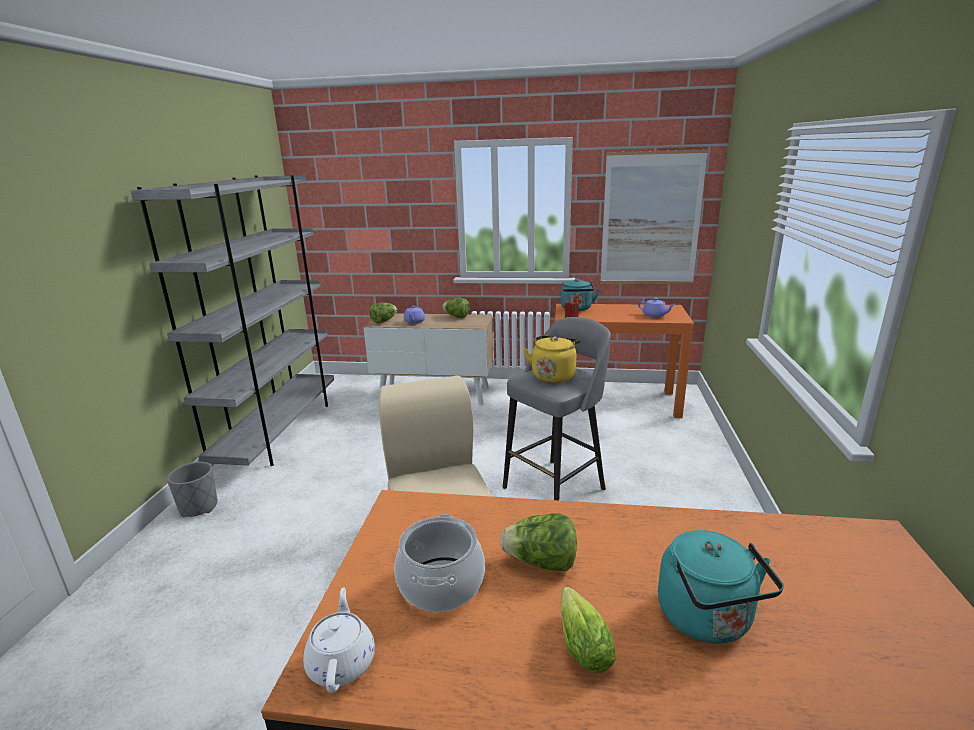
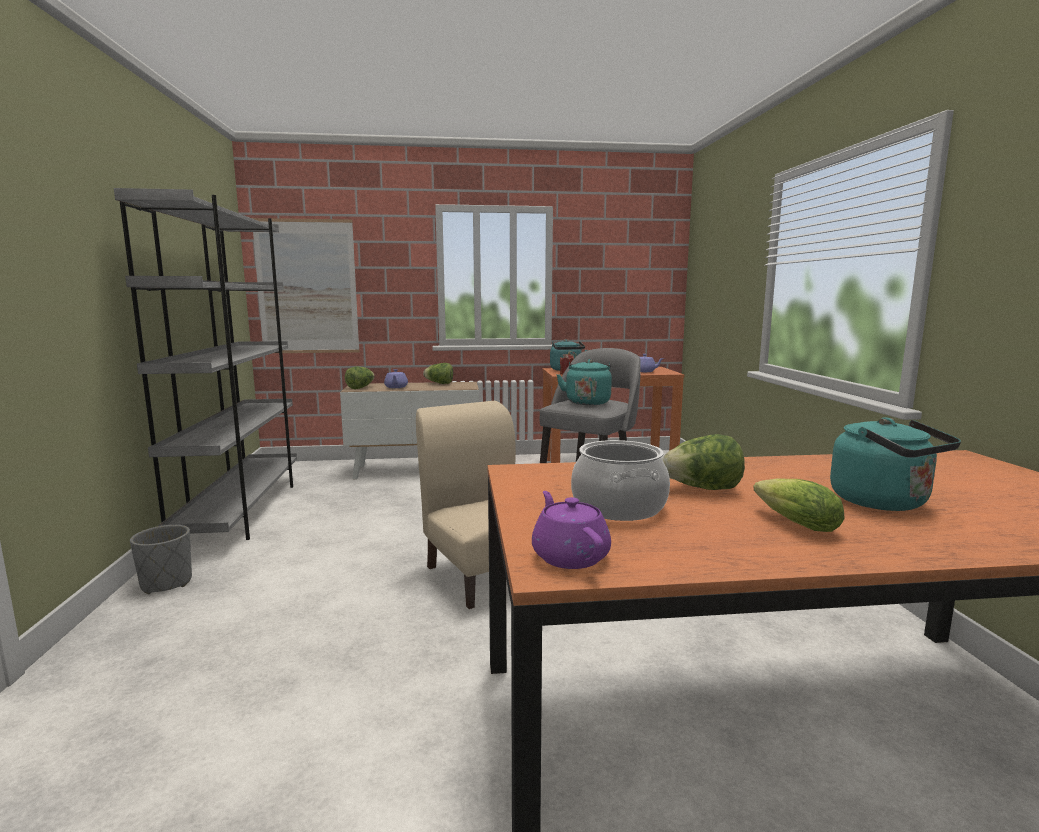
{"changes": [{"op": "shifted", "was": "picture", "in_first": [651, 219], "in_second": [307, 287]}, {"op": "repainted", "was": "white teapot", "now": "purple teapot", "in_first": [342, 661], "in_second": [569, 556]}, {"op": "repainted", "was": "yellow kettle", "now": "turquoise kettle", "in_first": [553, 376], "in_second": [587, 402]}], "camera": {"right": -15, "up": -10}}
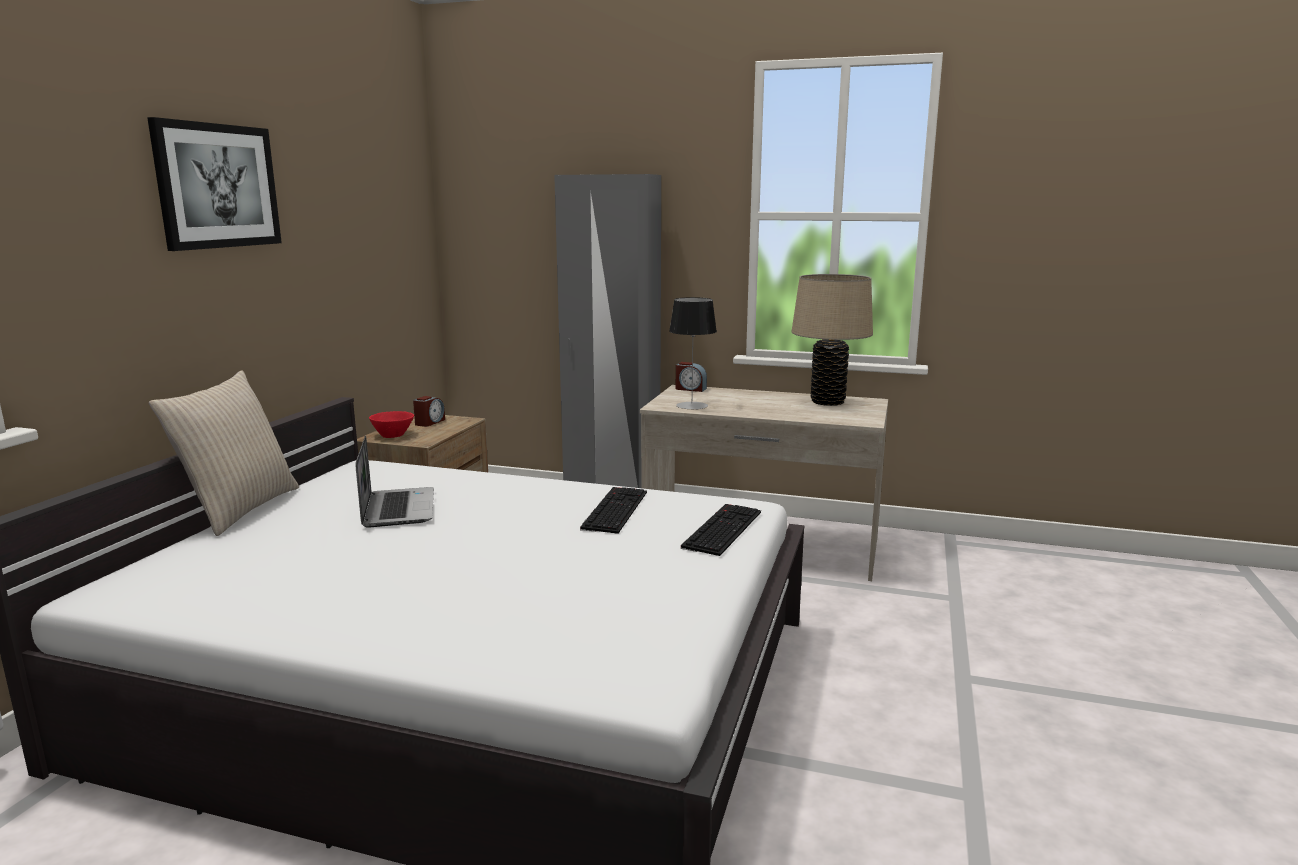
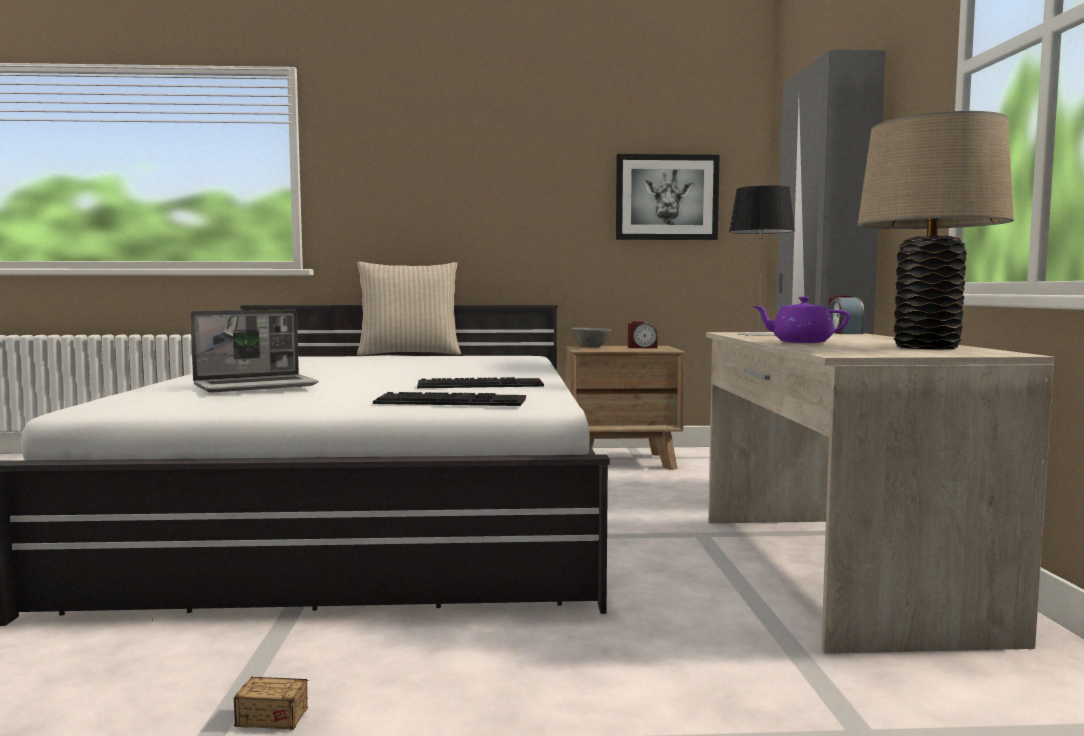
{"changes": [{"op": "new", "now": "storage box", "in_second": [233, 717]}, {"op": "new", "now": "purple teapot", "in_second": [800, 342]}, {"op": "shifted", "was": "picture", "in_first": [217, 186], "in_second": [666, 197]}, {"op": "shifted", "was": "laptop", "in_first": [397, 509], "in_second": [257, 386]}, {"op": "repainted", "was": "red bowl", "now": "grey bowl", "in_first": [394, 435], "in_second": [591, 347]}], "camera": {"right": 70, "up": -10}}
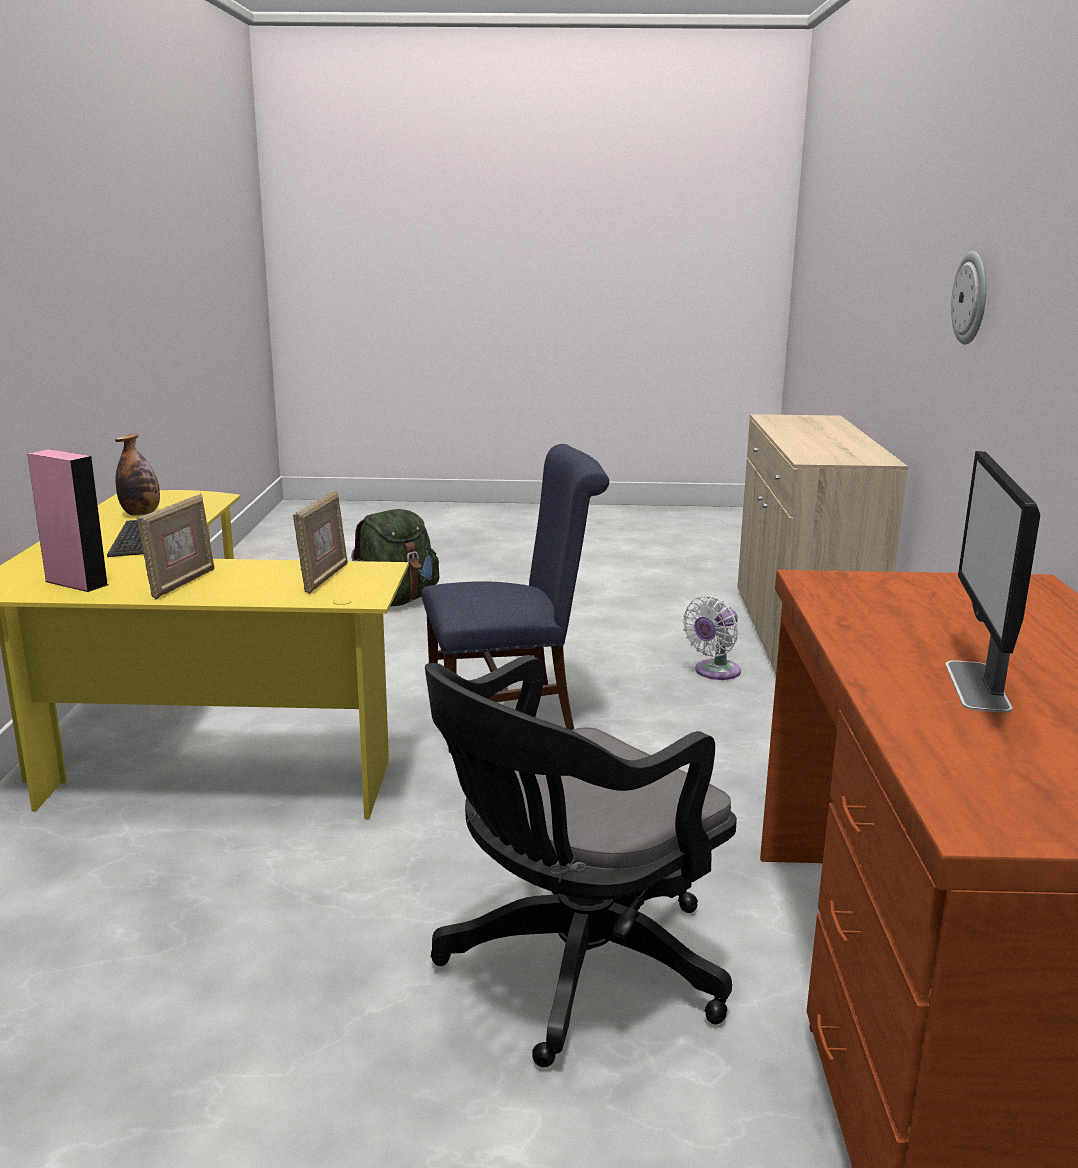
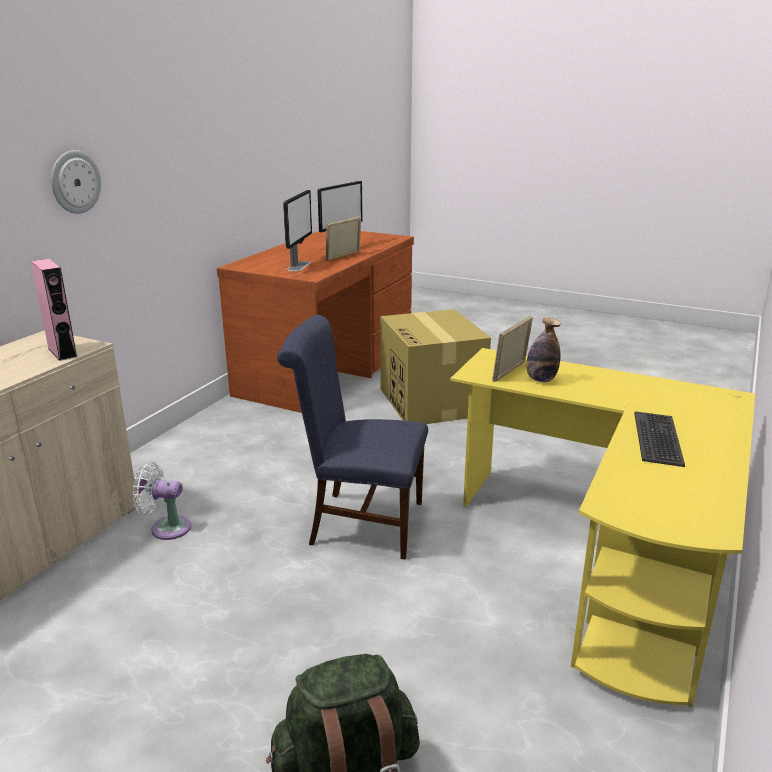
{"changes": [{"op": "new", "now": "monitor", "in_second": [299, 266]}, {"op": "shifted", "was": "pink speaker", "in_first": [76, 583], "in_second": [62, 352]}, {"op": "shifted", "was": "bottle", "in_first": [141, 514], "in_second": [541, 379]}, {"op": "shifted", "was": "picture frame", "in_first": [181, 583], "in_second": [344, 257]}, {"op": "swapped", "was": "black office chair", "now": "cardboard box", "in_first": [572, 970], "in_second": [432, 402]}, {"op": "rotated", "was": "white fan", "in_first": [714, 672], "in_second": [166, 528], "clockwise": -150}], "camera": {"right": -155, "up": 5}}
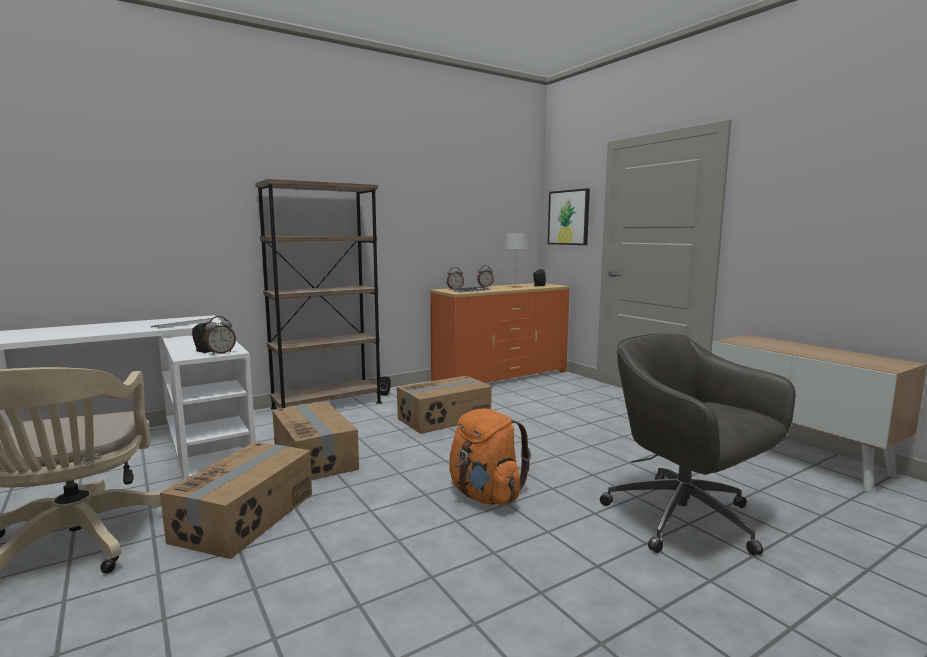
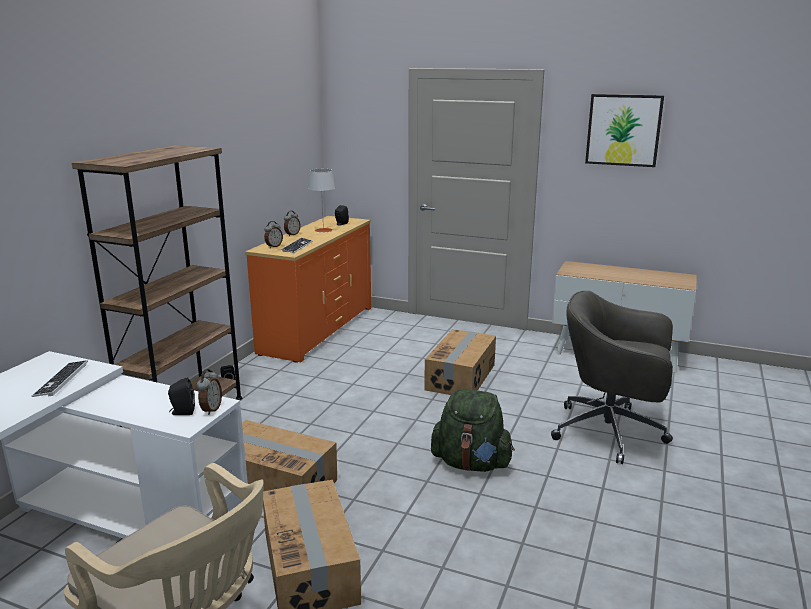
{"changes": [{"op": "shifted", "was": "cardboard box", "in_first": [445, 418], "in_second": [461, 377]}, {"op": "shifted", "was": "picture", "in_first": [568, 217], "in_second": [623, 130]}, {"op": "repainted", "was": "orange backpack", "now": "green backpack", "in_first": [485, 495], "in_second": [471, 463]}], "camera": {"right": -35, "up": 10}}
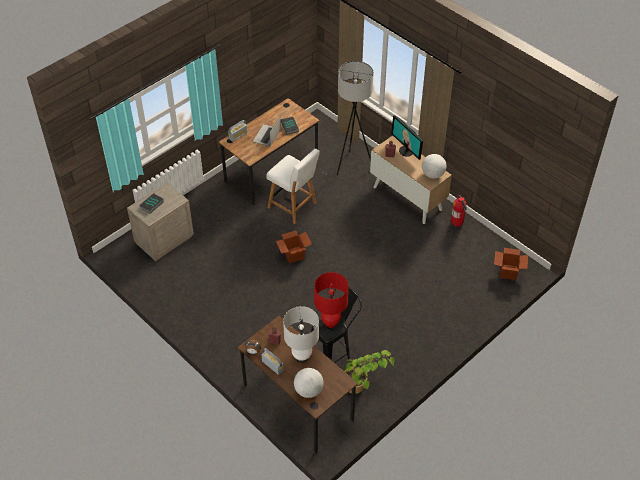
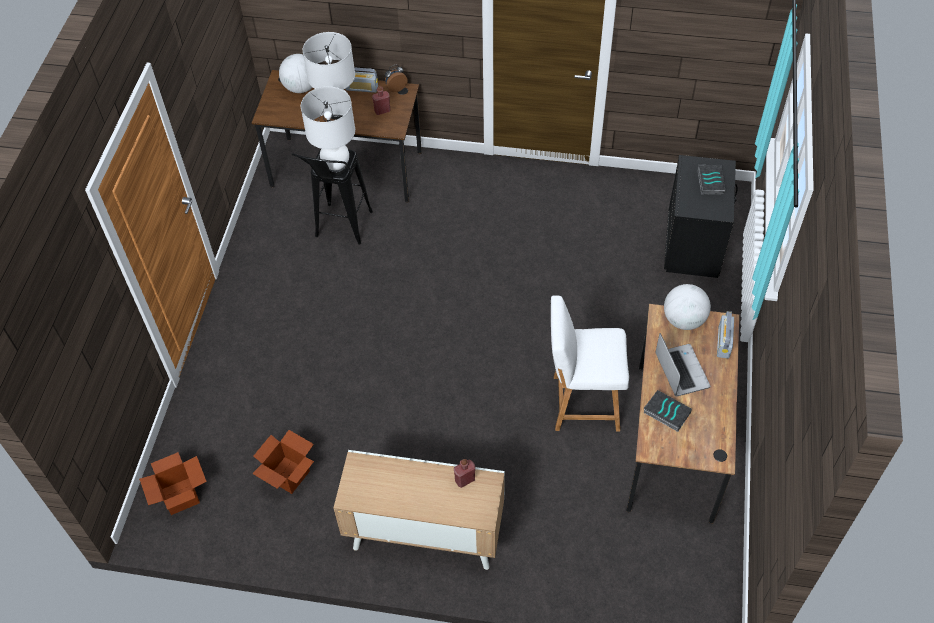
{"changes": [{"op": "gone", "was": "grey floor lamp", "in_first": [351, 167]}, {"op": "gone", "was": "potted plant", "in_first": [364, 385]}, {"op": "gone", "was": "monitor", "in_first": [406, 151]}, {"op": "gone", "was": "fire extinguisher", "in_first": [457, 224]}, {"op": "shifted", "was": "cardboard box", "in_first": [294, 255], "in_second": [288, 475]}, {"op": "shifted", "was": "globe", "in_first": [433, 174], "in_second": [683, 320]}, {"op": "repainted", "was": "beige nightstand", "now": "black nightstand", "in_first": [164, 239], "in_second": [694, 245]}, {"op": "repainted", "was": "red table lamp", "now": "white table lamp", "in_first": [330, 322], "in_second": [336, 167]}], "camera": {"right": 145, "up": 5}}
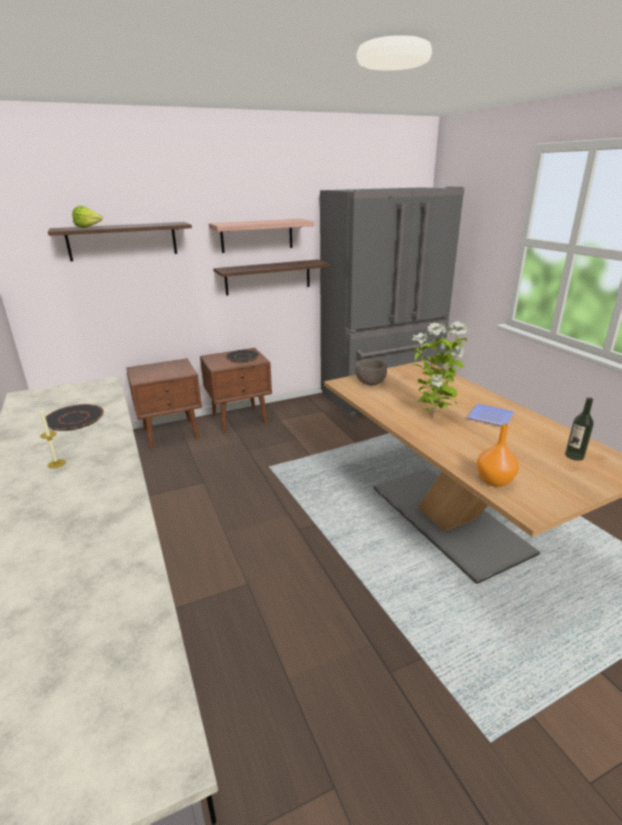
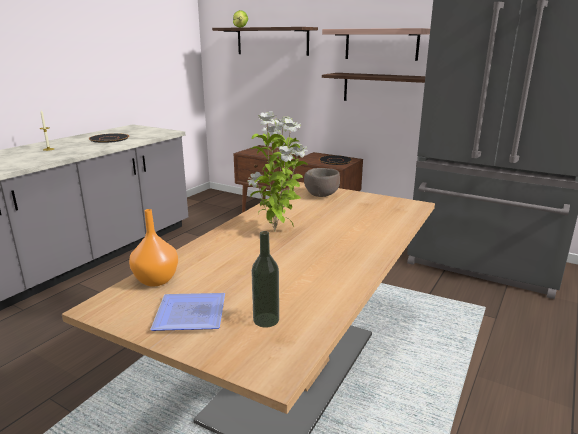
{"changes": [{"op": "shifted", "was": "plate", "in_first": [489, 416], "in_second": [193, 313]}], "camera": {"right": 55, "up": -5}}
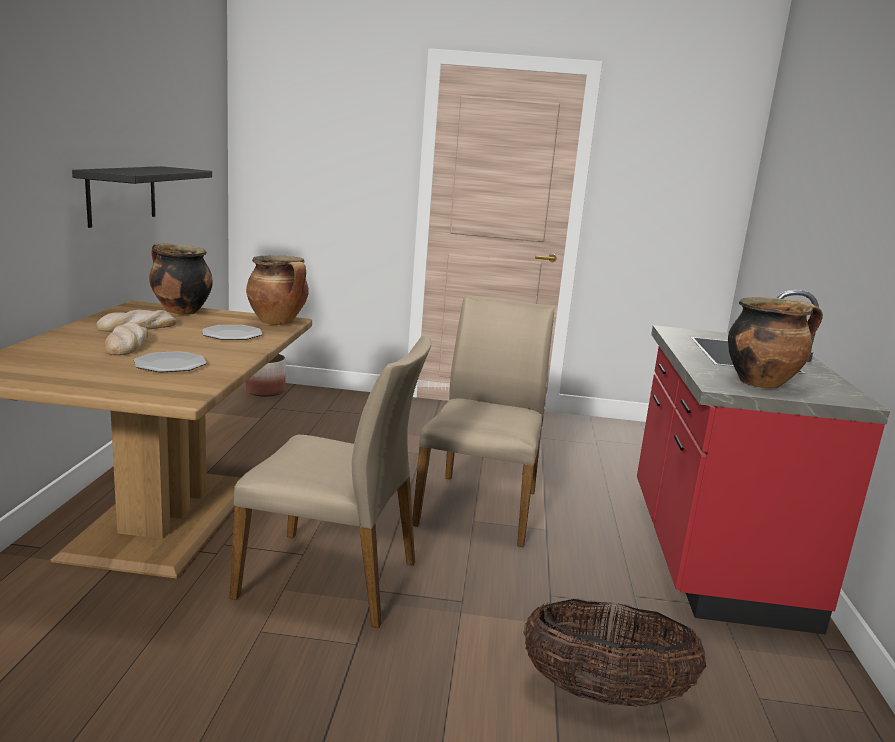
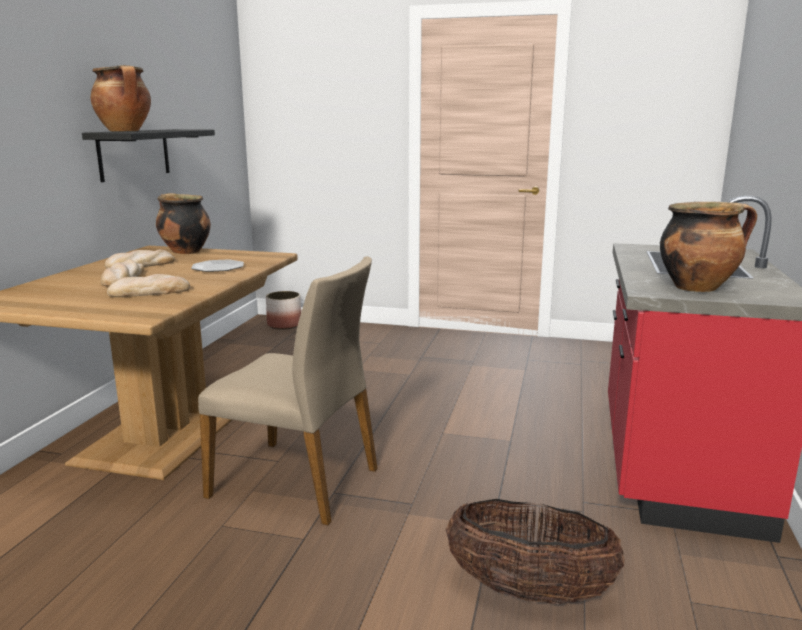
{"changes": [{"op": "gone", "was": "beige chair", "in_first": [479, 507]}, {"op": "shifted", "was": "cooking pot", "in_first": [278, 322], "in_second": [126, 131]}, {"op": "swapped", "was": "plate", "now": "bread", "in_first": [170, 364], "in_second": [149, 292]}], "camera": {"right": 10, "up": 0}}
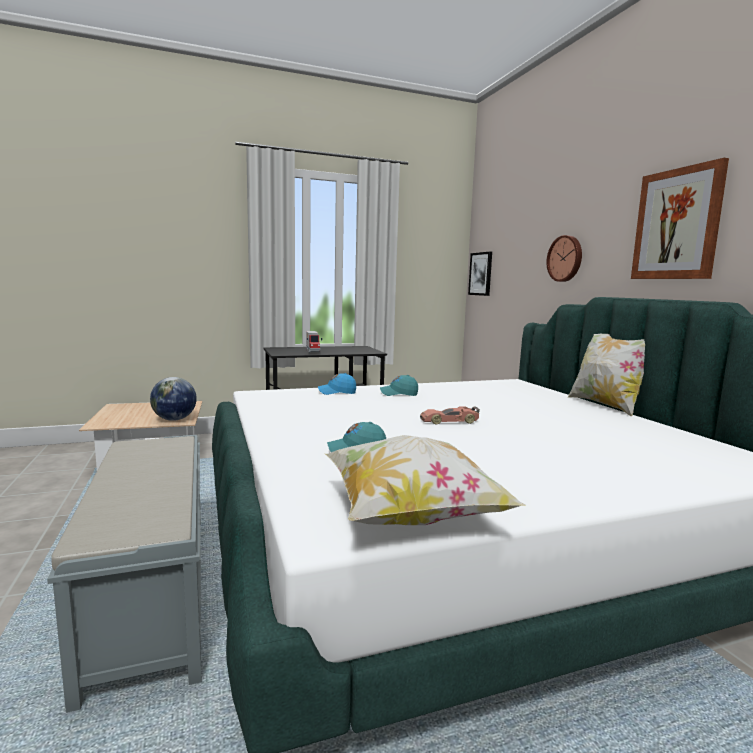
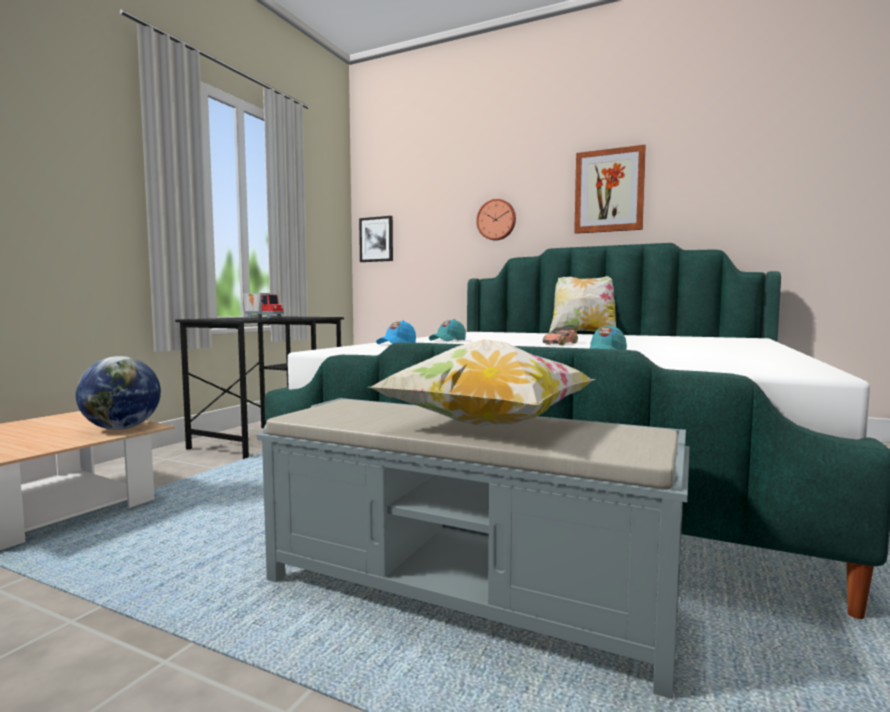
{"changes": [{"op": "shifted", "was": "pillow", "in_first": [411, 515], "in_second": [486, 426]}], "camera": {"right": -45, "up": -5}}
